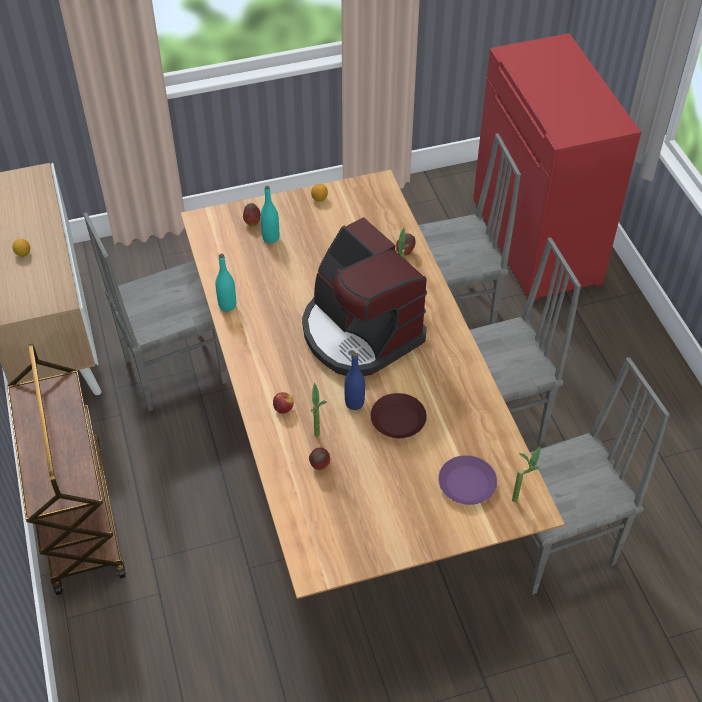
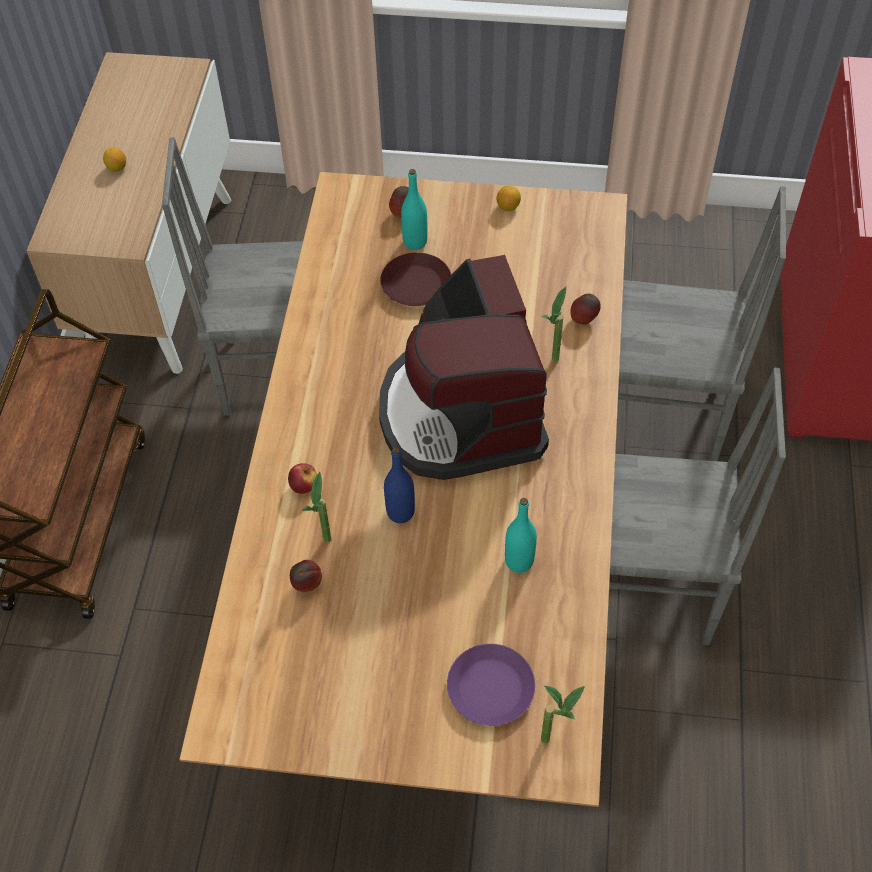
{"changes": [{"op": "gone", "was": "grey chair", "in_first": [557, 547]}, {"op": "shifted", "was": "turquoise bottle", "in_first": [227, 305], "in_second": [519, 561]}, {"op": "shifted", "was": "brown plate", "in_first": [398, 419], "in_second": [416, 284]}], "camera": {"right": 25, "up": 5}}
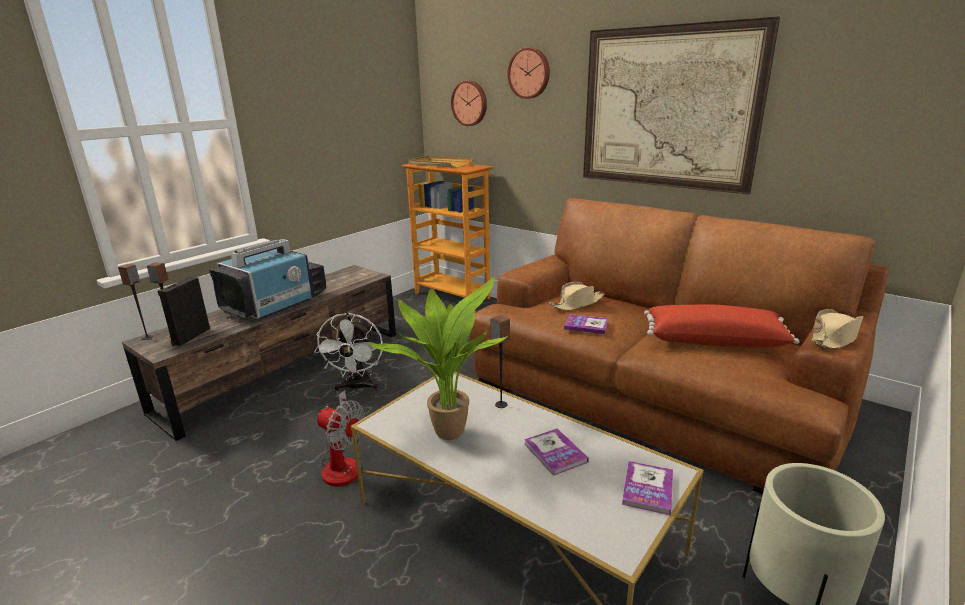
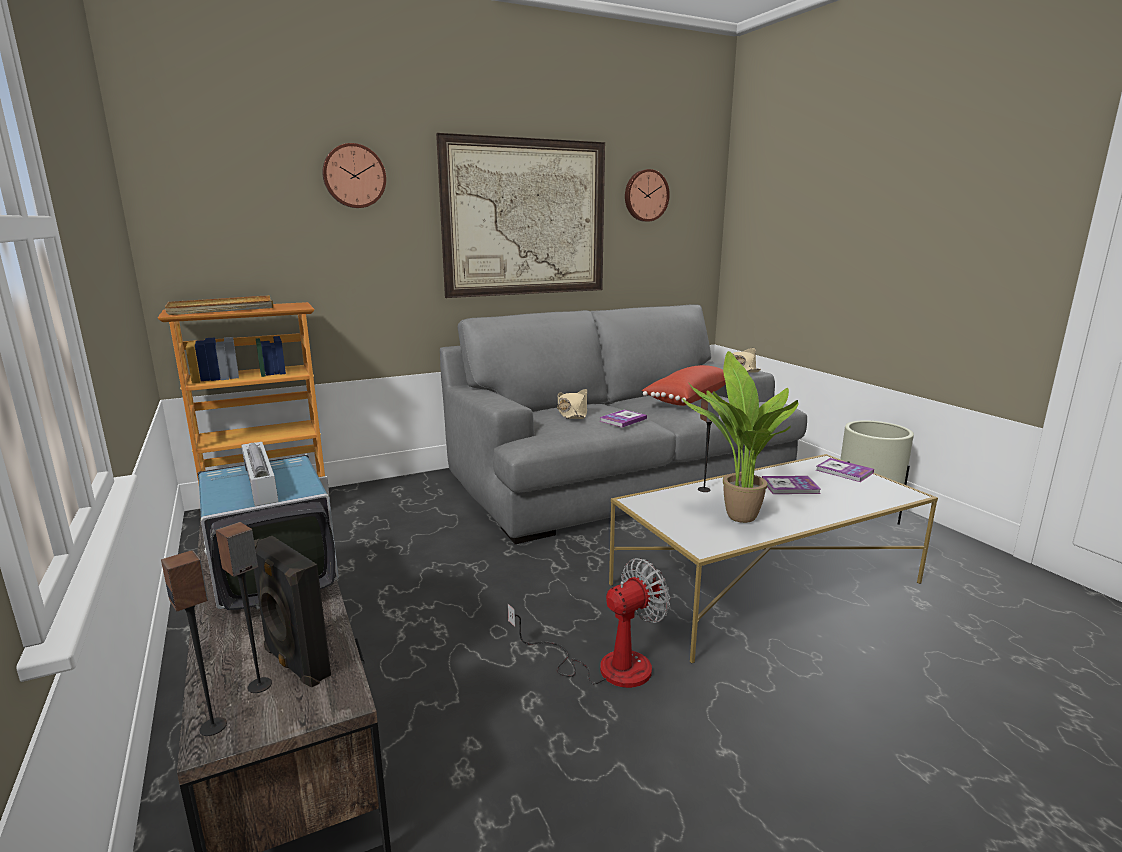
{"changes": [{"op": "gone", "was": "white fan", "in_first": [357, 387]}, {"op": "shifted", "was": "wall clock", "in_first": [470, 103], "in_second": [645, 195]}, {"op": "repainted", "was": "brown sofa", "now": "grey sofa", "in_first": [653, 391], "in_second": [617, 477]}], "camera": {"right": -65, "up": -5}}
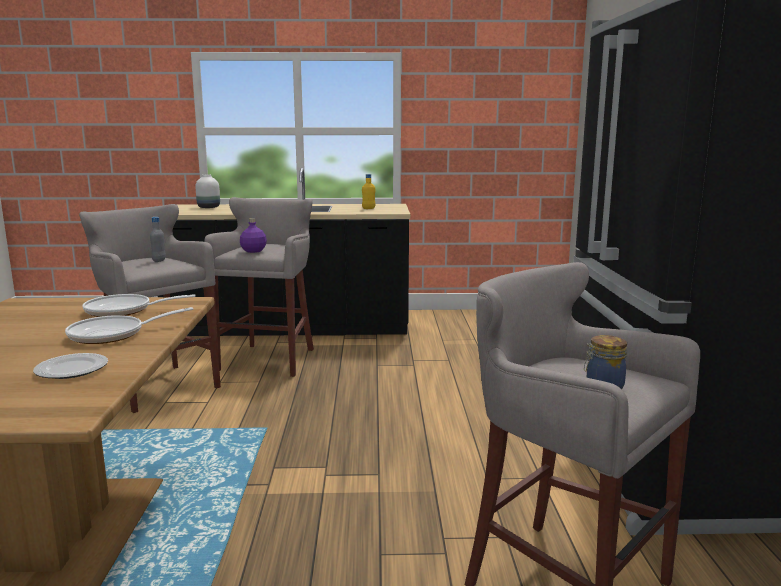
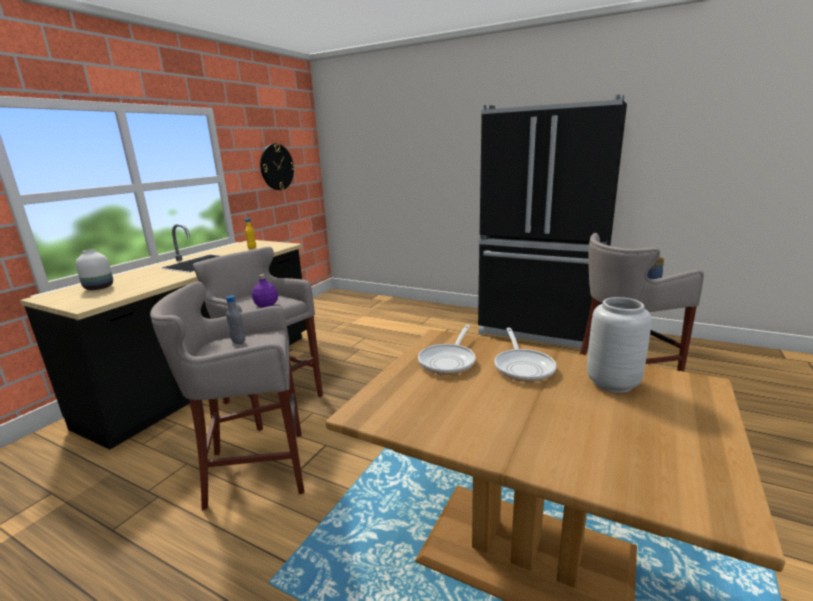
{"changes": [{"op": "new", "now": "wall clock", "in_second": [277, 167]}, {"op": "swapped", "was": "plate", "now": "grey vase", "in_first": [72, 369], "in_second": [611, 383]}], "camera": {"right": -60, "up": 5}}
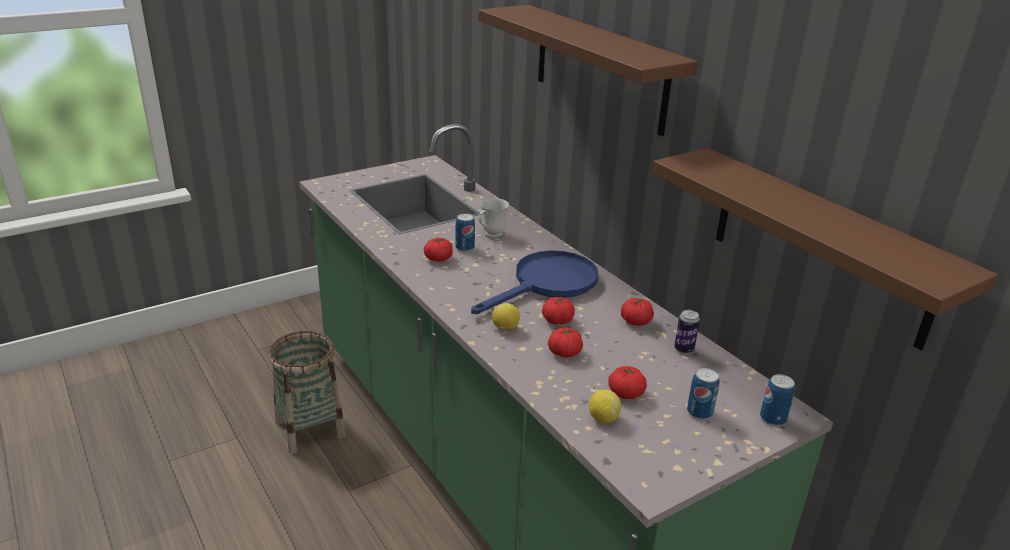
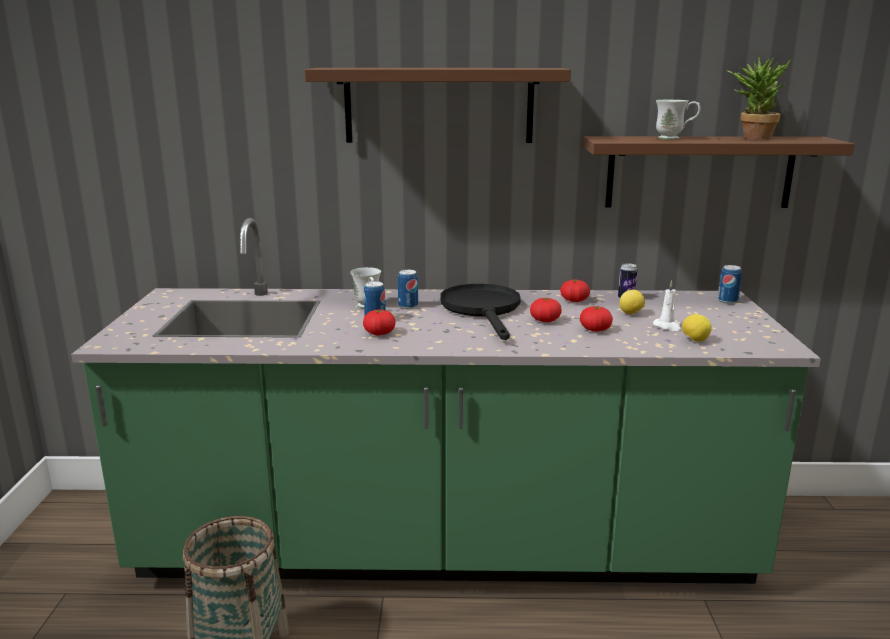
{"changes": [{"op": "new", "now": "white mug", "in_second": [674, 138]}, {"op": "new", "now": "potted plant", "in_second": [751, 137]}, {"op": "shifted", "was": "lemon", "in_first": [505, 328], "in_second": [631, 314]}, {"op": "shifted", "was": "can", "in_first": [699, 412], "in_second": [408, 306]}, {"op": "swapped", "was": "tomato", "now": "white candle", "in_first": [625, 393], "in_second": [667, 326]}, {"op": "repainted", "was": "blue frying pan", "now": "black frying pan", "in_first": [547, 284], "in_second": [483, 310]}], "camera": {"right": -55, "up": -10}}
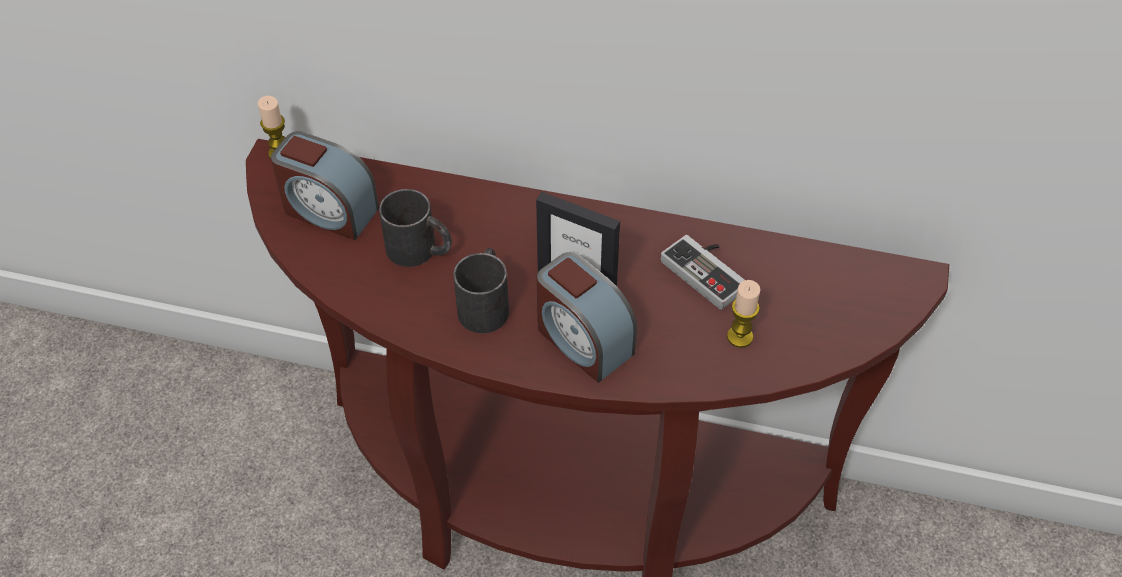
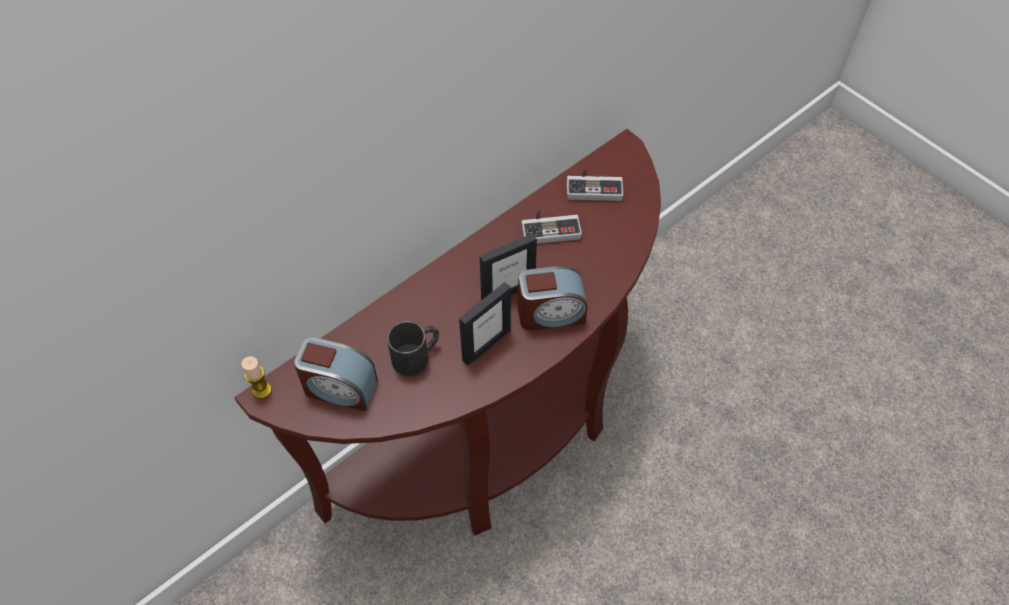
{"changes": [{"op": "gone", "was": "candle", "in_first": [740, 337]}, {"op": "new", "now": "game controller", "in_second": [594, 186]}, {"op": "swapped", "was": "black mug", "now": "picture frame", "in_first": [485, 303], "in_second": [486, 345]}, {"op": "rotated", "was": "alarm clock", "in_first": [329, 210], "in_second": [339, 388], "clockwise": 45}], "camera": {"right": -55, "up": 5}}
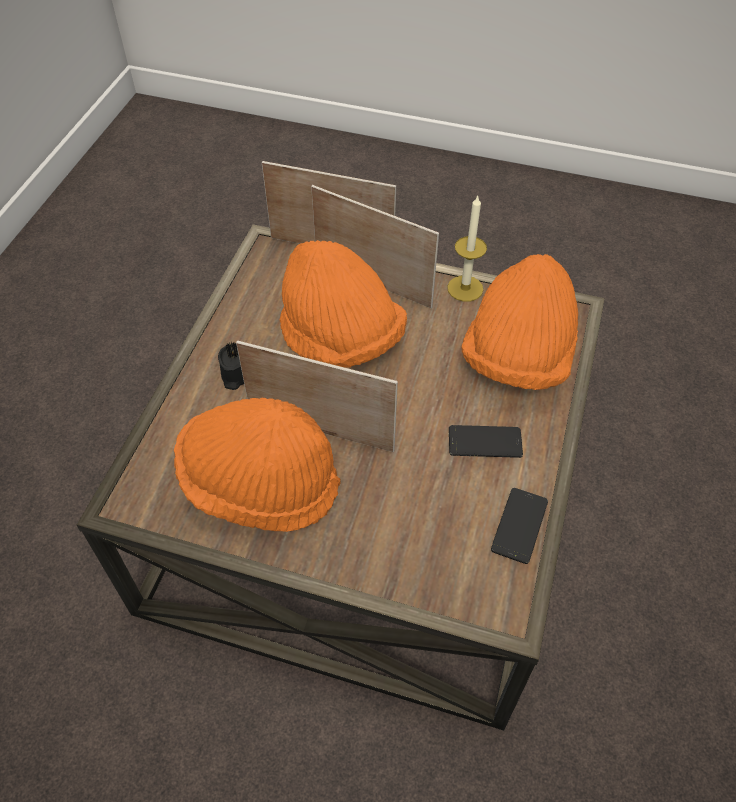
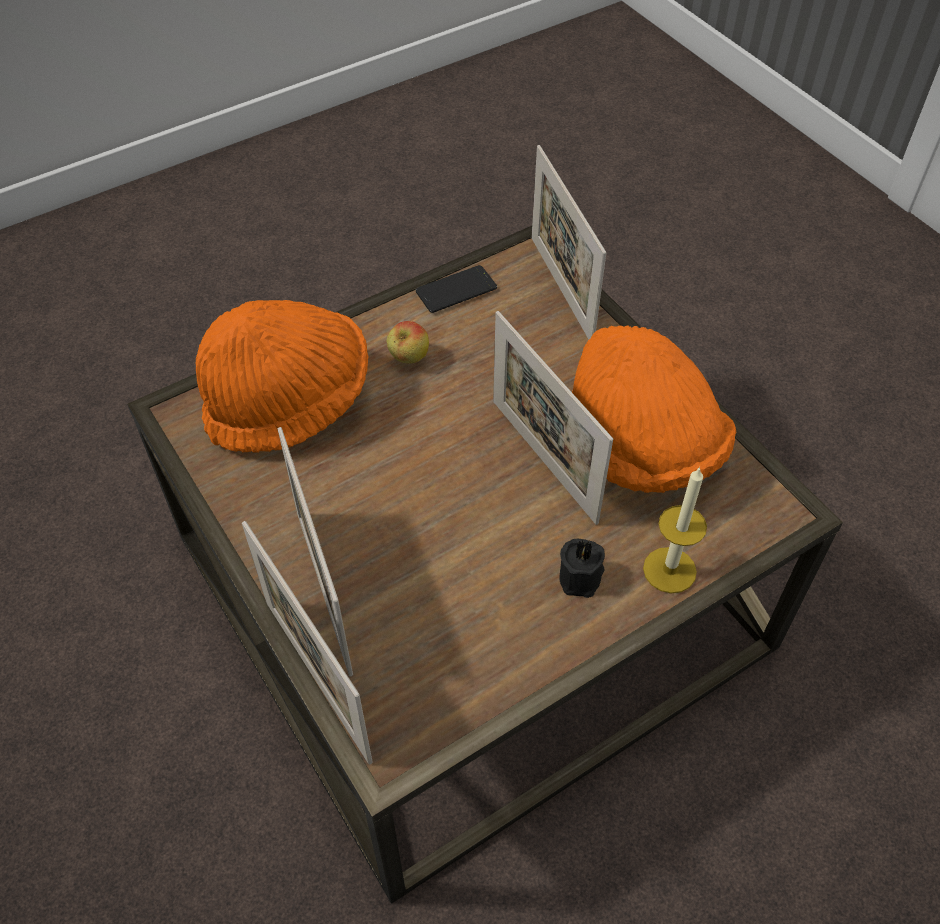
{"changes": [{"op": "gone", "was": "orange hat", "in_first": [340, 339]}, {"op": "new", "now": "picture frame", "in_second": [561, 289]}, {"op": "shifted", "was": "candle", "in_first": [465, 288], "in_second": [669, 570]}, {"op": "swapped", "was": "phone", "now": "apple", "in_first": [485, 442], "in_second": [409, 359]}], "camera": {"right": -140, "up": 0}}
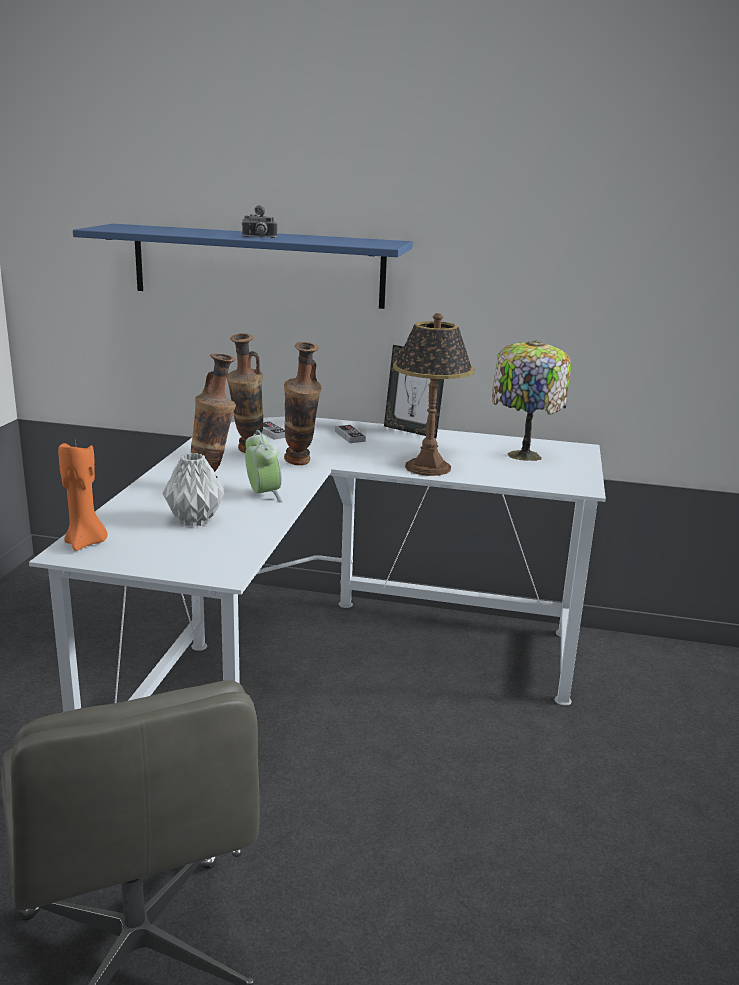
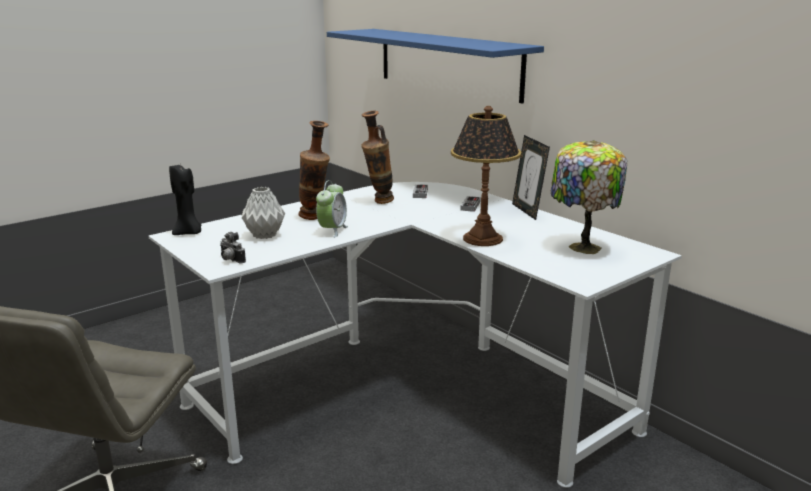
{"changes": [{"op": "gone", "was": "vase", "in_first": [300, 464]}, {"op": "shifted", "was": "photo camera", "in_first": [259, 237], "in_second": [230, 260]}, {"op": "repainted", "was": "orange candle", "now": "black candle", "in_first": [85, 543], "in_second": [189, 233]}], "camera": {"right": 40, "up": 0}}
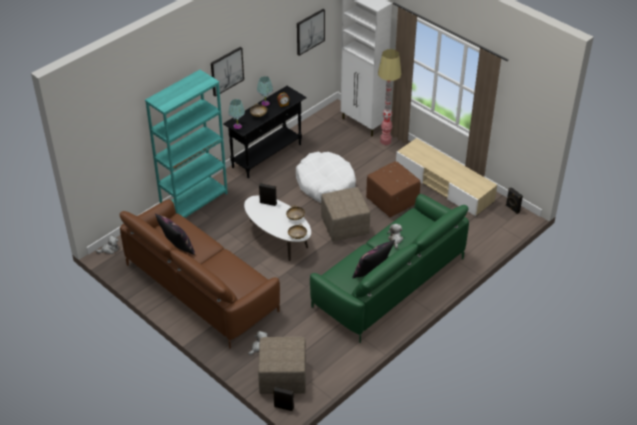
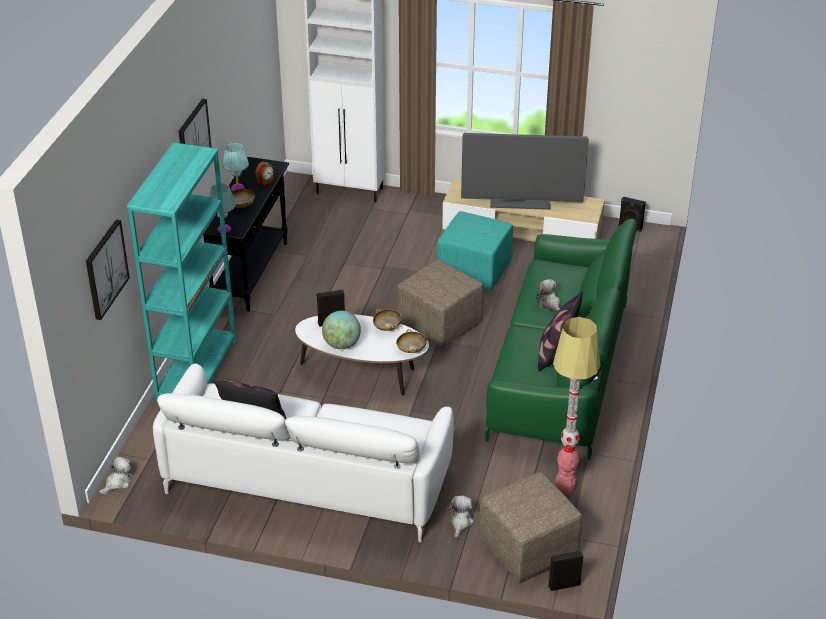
{"changes": [{"op": "gone", "was": "white dog bed", "in_first": [326, 184]}, {"op": "new", "now": "globe", "in_second": [341, 344]}, {"op": "new", "now": "television", "in_second": [521, 200]}, {"op": "shifted", "was": "picture", "in_first": [310, 31], "in_second": [105, 269]}, {"op": "shifted", "was": "floor lamp", "in_first": [385, 141], "in_second": [565, 486]}, {"op": "repainted", "was": "brown sofa", "now": "white sofa", "in_first": [201, 288], "in_second": [307, 479]}, {"op": "repainted", "was": "brown ottoman", "now": "turquoise ottoman", "in_first": [392, 201], "in_second": [475, 271]}], "camera": {"right": -30, "up": -5}}
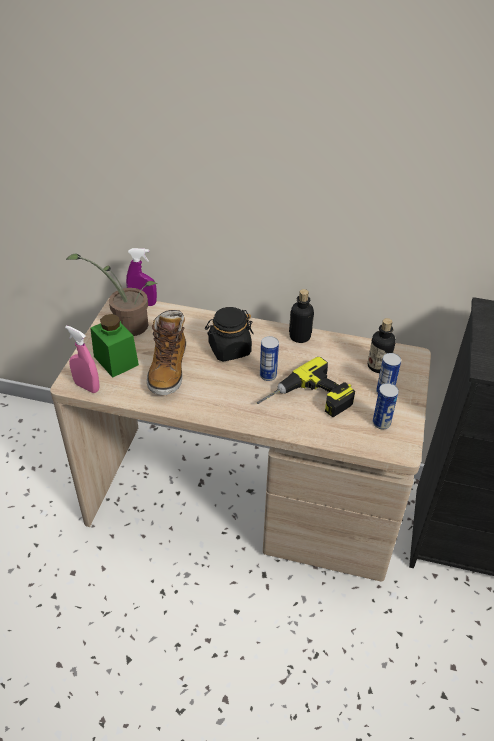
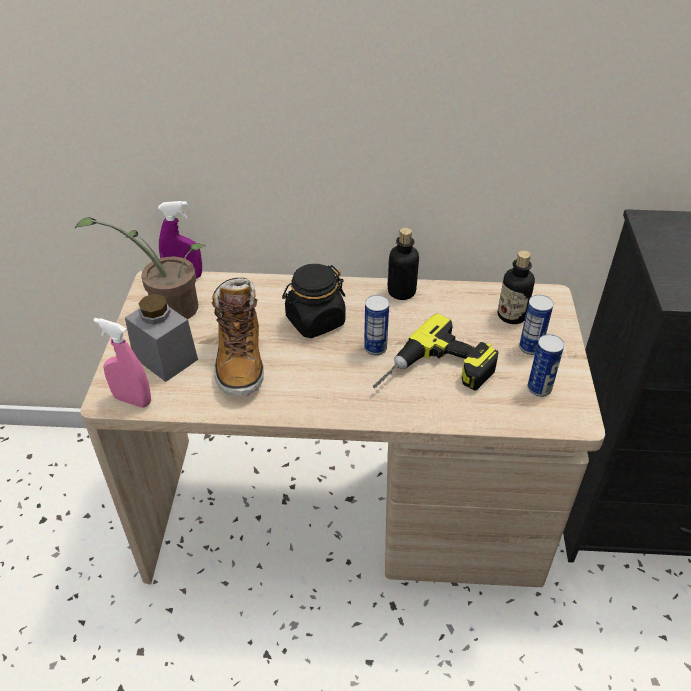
{"changes": [{"op": "repainted", "was": "green jar", "now": "grey jar", "in_first": [116, 361], "in_second": [165, 358]}], "camera": {"right": -10, "up": 0}}
